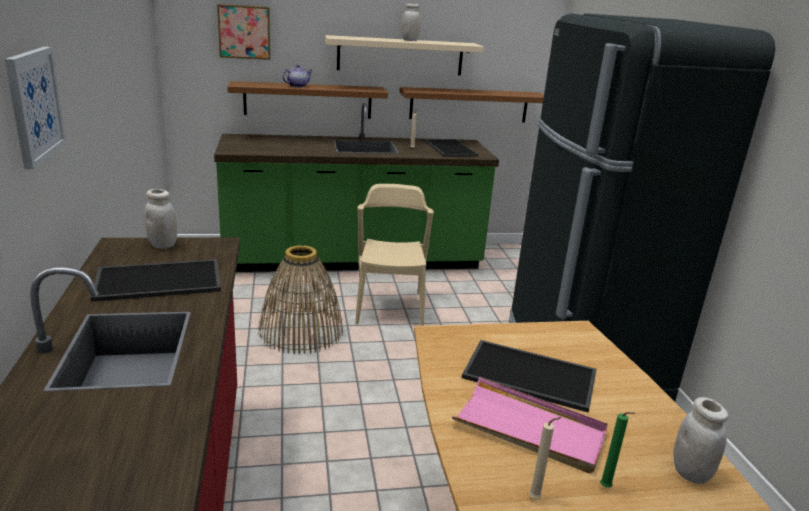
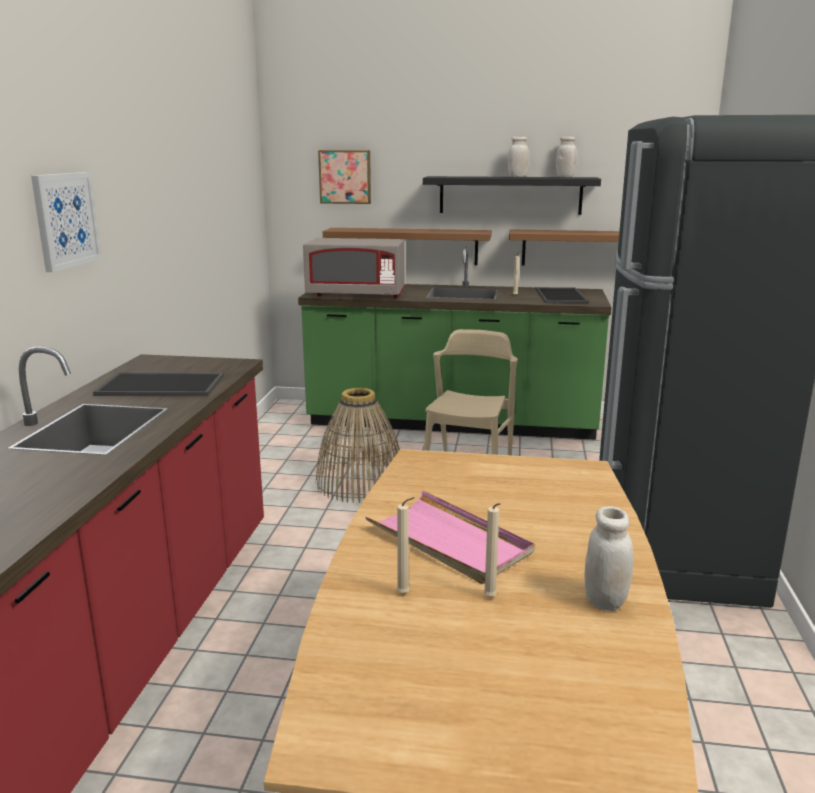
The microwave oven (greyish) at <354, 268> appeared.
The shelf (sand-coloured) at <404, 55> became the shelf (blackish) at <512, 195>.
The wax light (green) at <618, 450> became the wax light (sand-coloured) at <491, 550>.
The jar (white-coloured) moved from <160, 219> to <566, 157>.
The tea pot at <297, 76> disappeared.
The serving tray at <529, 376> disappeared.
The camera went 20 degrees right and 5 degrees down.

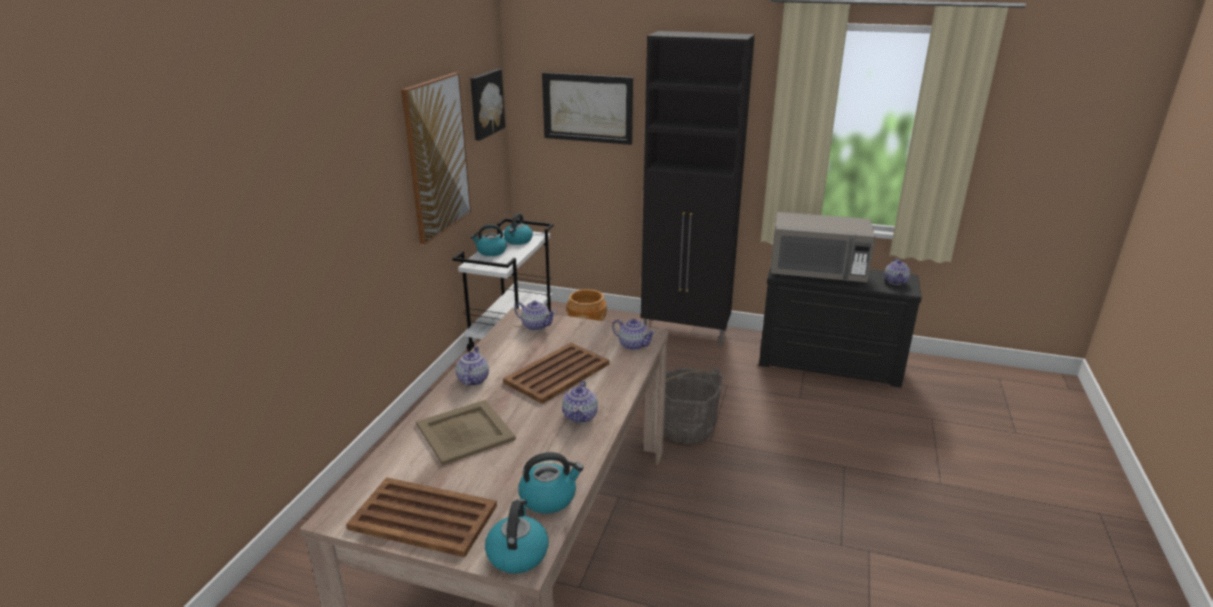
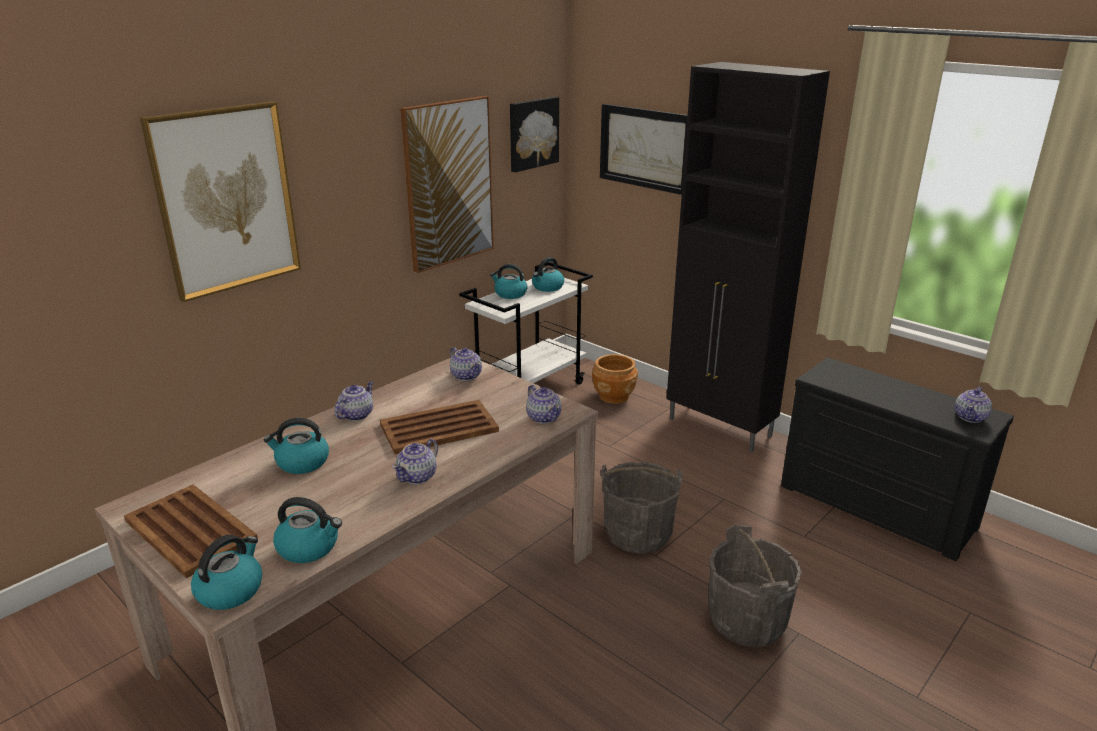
The picture at <220, 201> appeared.
The serving tray (sand-coloured) at <466, 432> was replaced by the tea kettle at <296, 446>.
The water bucket (greyish) at <755, 586> appeared.
The microwave oven (greyish) at <823, 247> disappeared.
The camera went 25 degrees right and 0 degrees up.

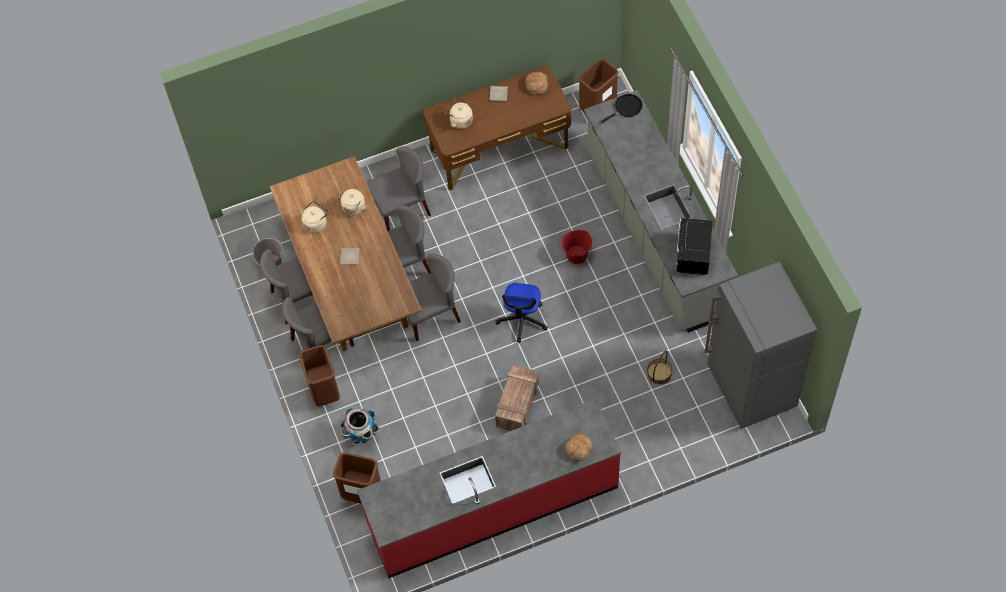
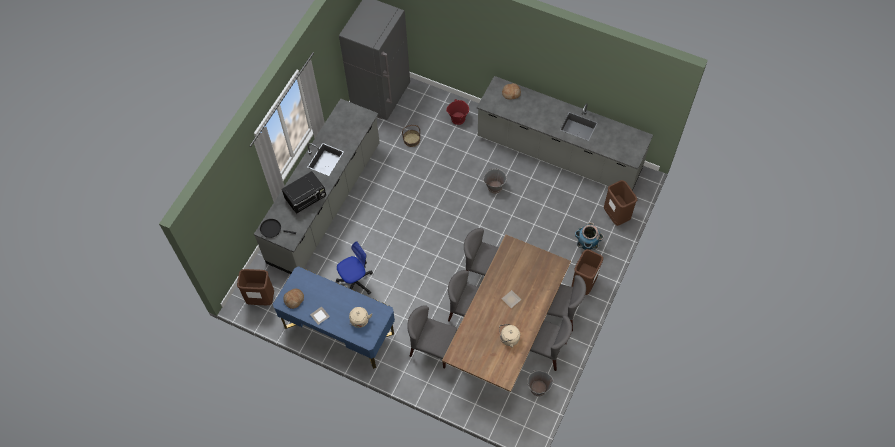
The desk (brown) at <497, 128> became the desk (blue) at <334, 317>.
The microwave oven (blackish) moved from <694, 246> to <304, 192>.
The office chair moved from <521, 312> to <354, 268>.
The water bucket (red-coloured) moved from <577, 247> to <457, 112>.
The kitchen base unit (red-coloured) at <489, 488> became the kitchen base unit (greyish) at <565, 133>.
The shipping crate at <517, 398> was replaced by the water bucket (greyish) at <495, 181>.
The tea kettle (sand-coloured) at <351, 202> disappeared.
The camera went 135 degrees left and 0 degrees up.

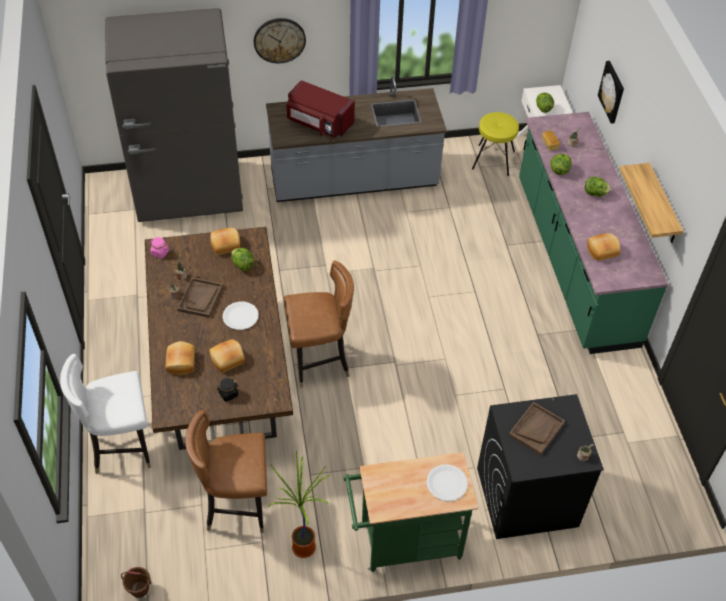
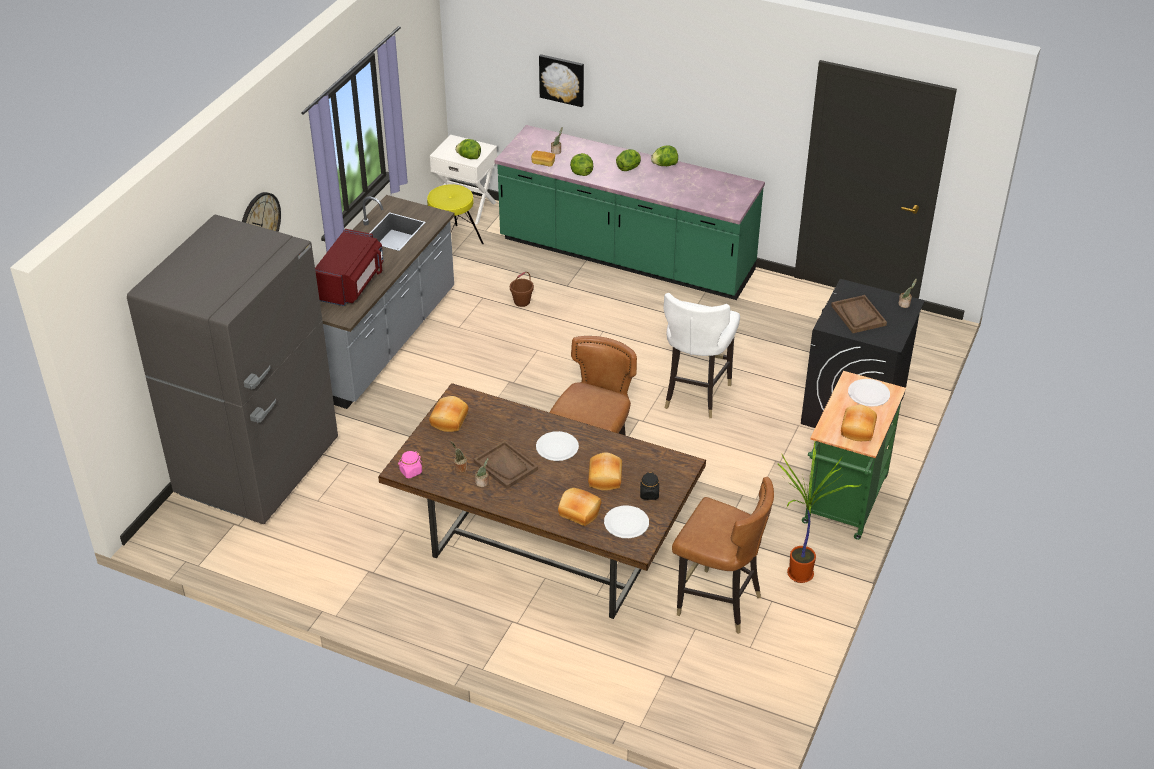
The microwave oven (red-coloured) at <321, 108> turned 45 degrees counterclockwise.
The water bucket (brown) moved from <136, 582> to <522, 289>.
The flat dish (white-coloured) at <626, 521> appeared.
The lettuce moved from <242, 259> to <664, 155>.
The chair (white-coloured) moved from <105, 414> to <702, 355>.
The chair (brown) at <226, 471> turned 90 degrees counterclockwise.
The bakery bread moved from <603, 247> to <859, 423>.
The shelf at <651, 203> disappeared.
The camera went 55 degrees left and 10 degrees down.

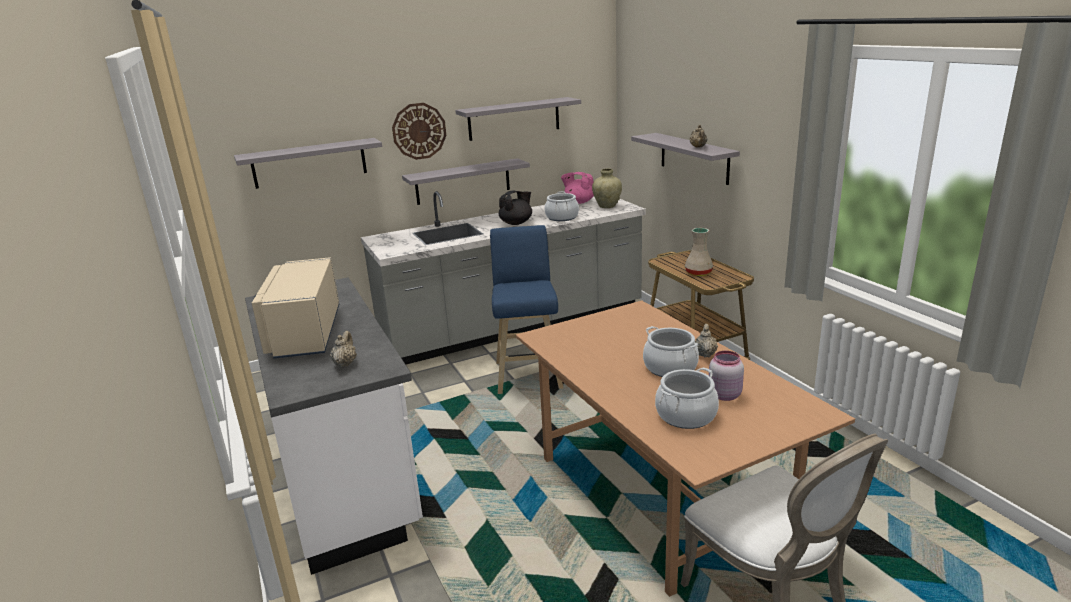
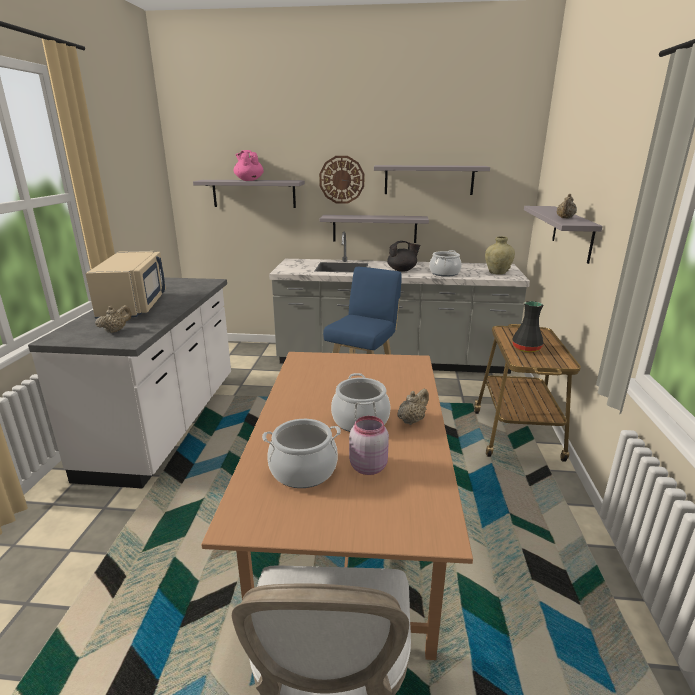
The microwave oven (sand-coloured) at <295, 308> turned 150 degrees clockwise.
The tea pot (pink) moved from <577, 188> to <249, 165>.
The flower vase (sand-coloured) at <699, 252> became the flower vase (blackish) at <528, 327>.
The camera went 30 degrees right and 0 degrees up.

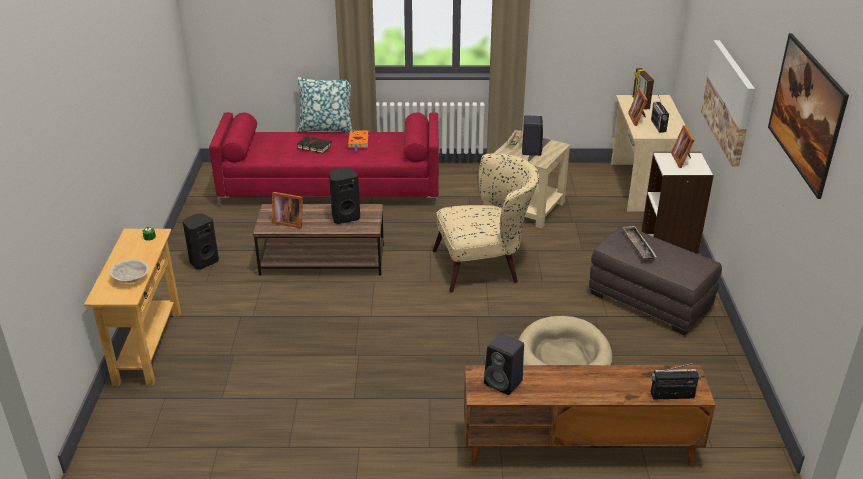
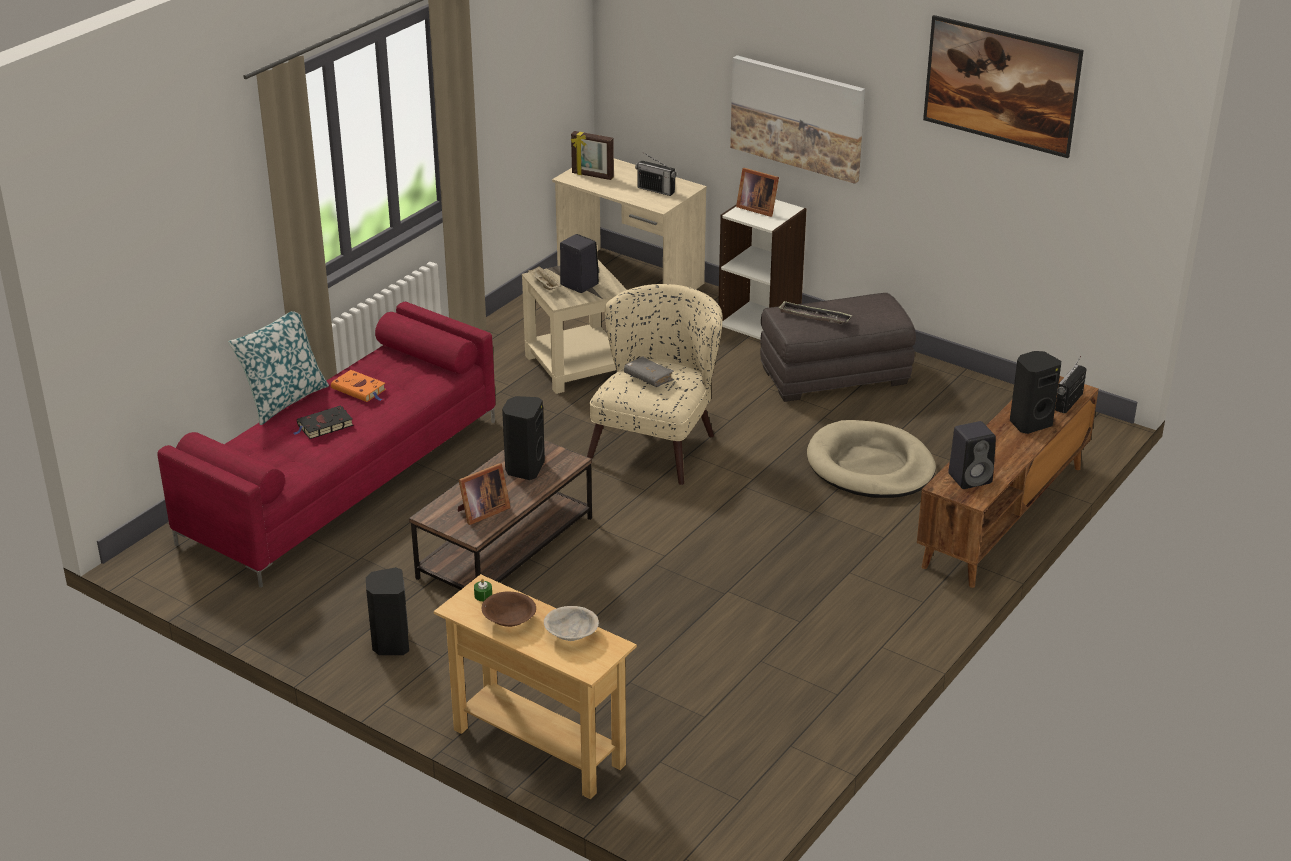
The serving bowl (brown) at <509, 609> appeared.
The bound book (greyish) at <649, 371> appeared.
The speaker (blackish) at <1035, 392> appeared.
The picture frame at <638, 107> disappeared.
The camera went 55 degrees left and 0 degrees up.

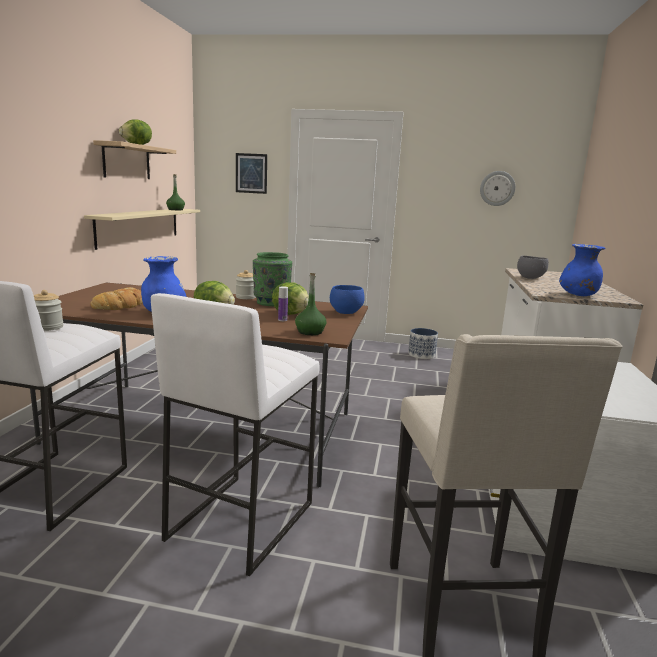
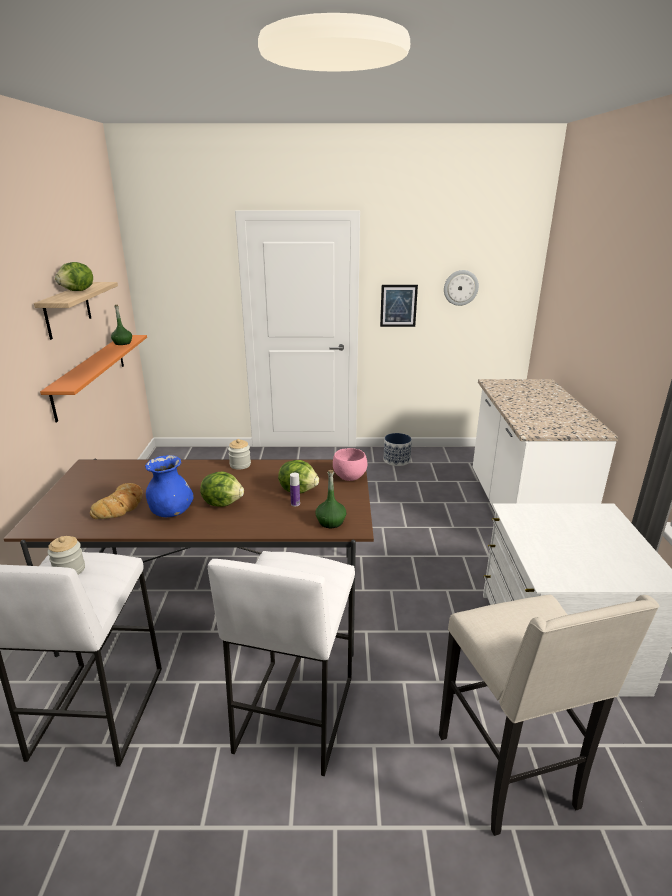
The shelf (sand-coloured) at <142, 229> became the shelf (orangey) at <93, 378>.
The serving bowl (blue) at <347, 299> became the serving bowl (pink) at <350, 464>.
The picture moved from <251, 173> to <399, 306>.
The flower vase (green) at <272, 279> disappeared.
The serving bowl (greyish) at <532, 267> disappeared.
The flower vase (blue) at <582, 270> disappeared.
The camera went 10 degrees left and 10 degrees up.

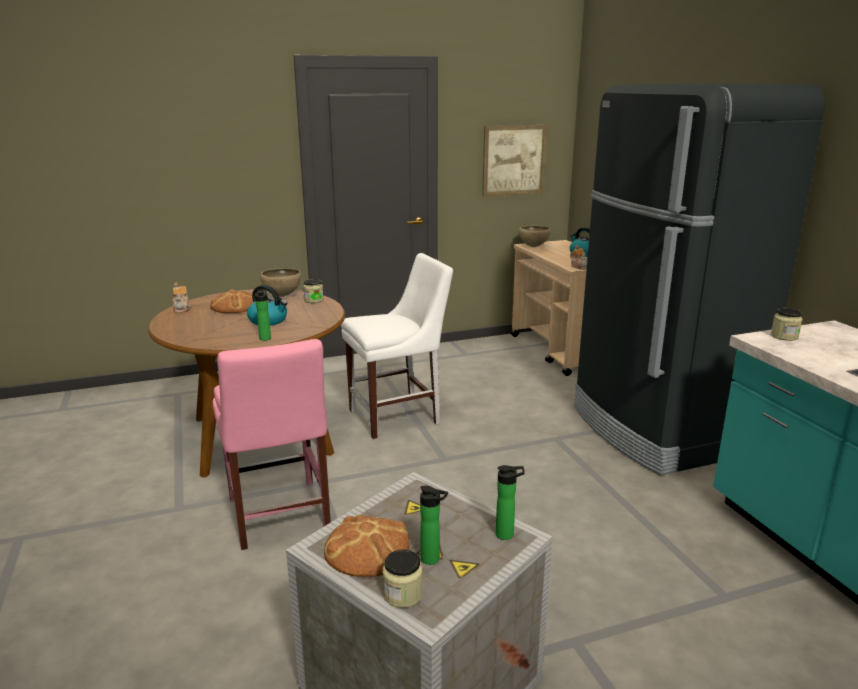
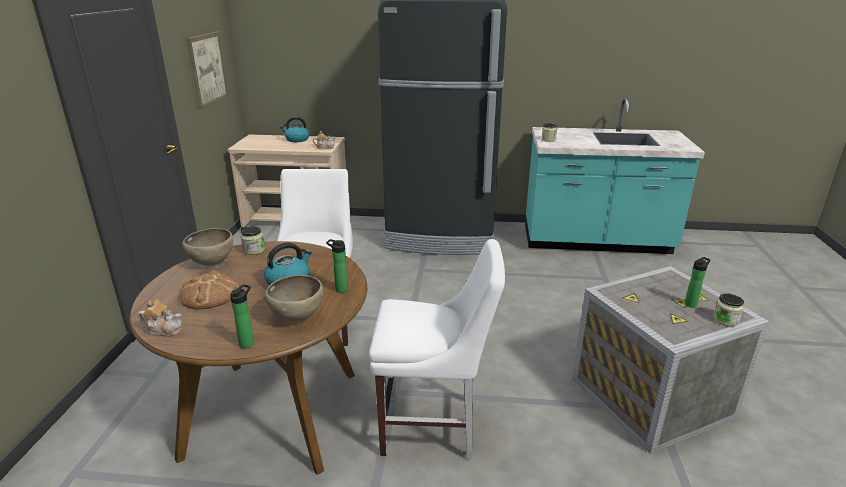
The beverage bottle moved from <510, 502> to <242, 316>.
The serving bowl (brown) moved from <535, 236> to <294, 298>.
The chair (pink) at <272, 444> became the chair (white-coloured) at <437, 349>.
The bakery bread at <366, 546> disappeared.
The camera went 65 degrees left and 5 degrees up.

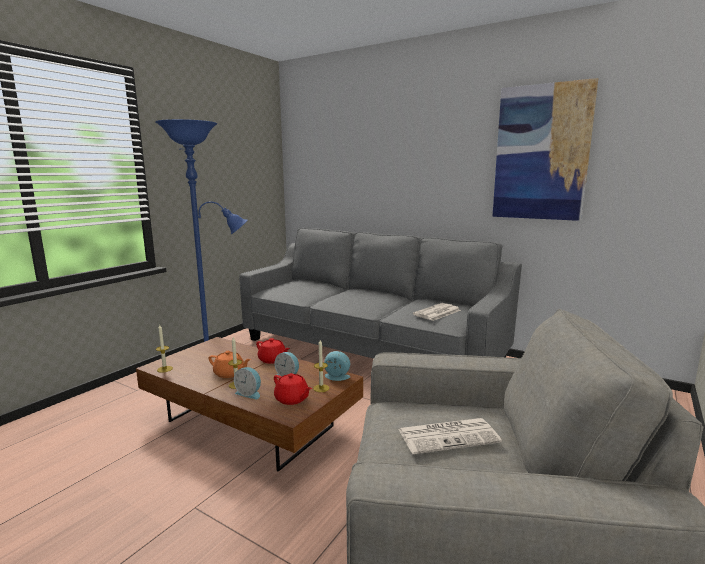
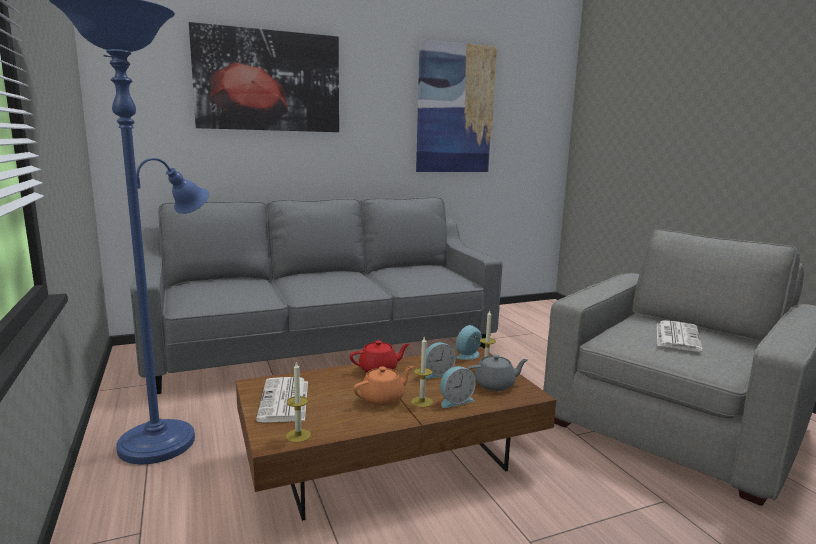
The picture at <264, 77> appeared.
The printed paper moved from <437, 312> to <282, 400>.
The tea pot (red-coloured) at <293, 389> became the tea pot (greyish) at <497, 372>.
The camera went 55 degrees left and 0 degrees up.

